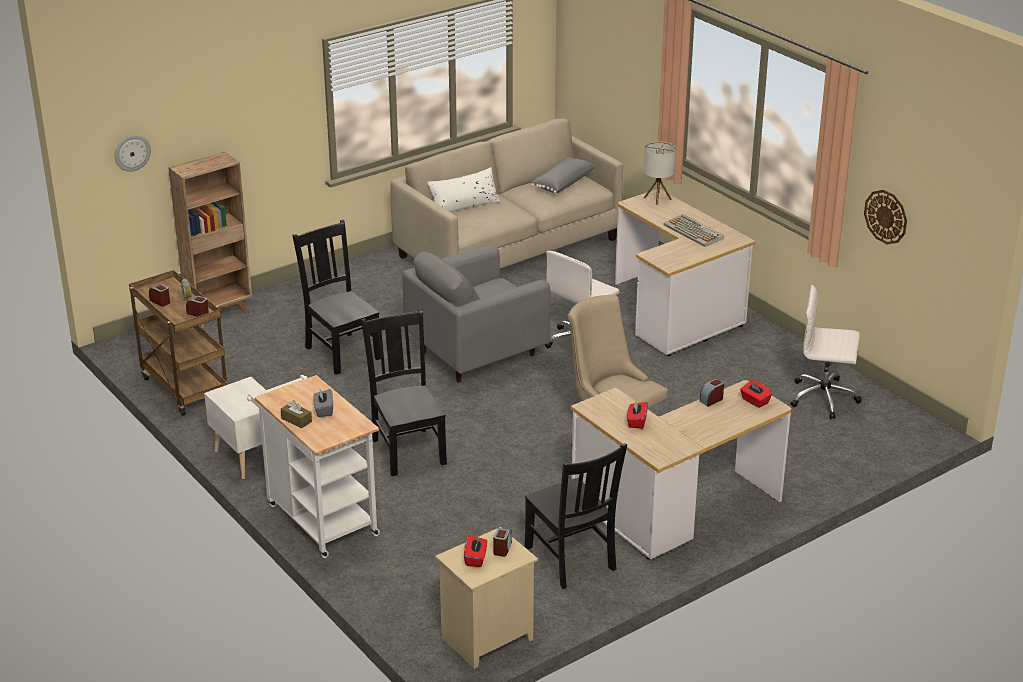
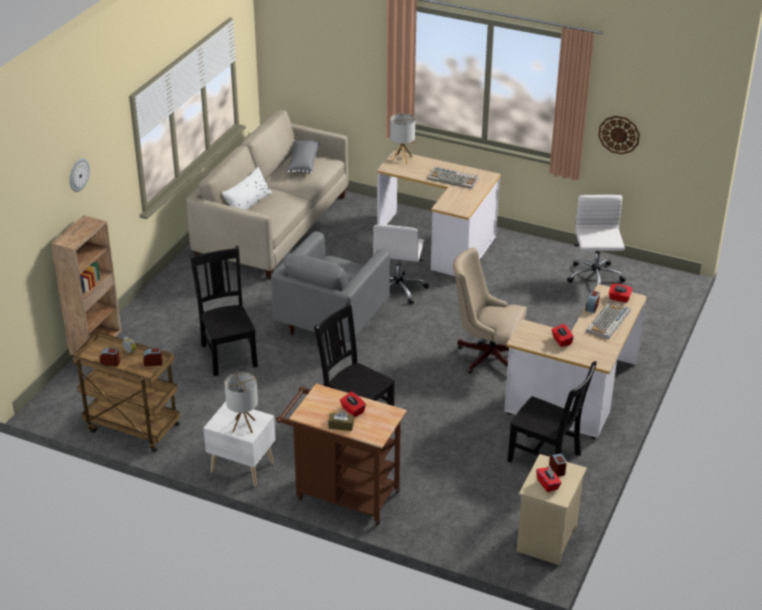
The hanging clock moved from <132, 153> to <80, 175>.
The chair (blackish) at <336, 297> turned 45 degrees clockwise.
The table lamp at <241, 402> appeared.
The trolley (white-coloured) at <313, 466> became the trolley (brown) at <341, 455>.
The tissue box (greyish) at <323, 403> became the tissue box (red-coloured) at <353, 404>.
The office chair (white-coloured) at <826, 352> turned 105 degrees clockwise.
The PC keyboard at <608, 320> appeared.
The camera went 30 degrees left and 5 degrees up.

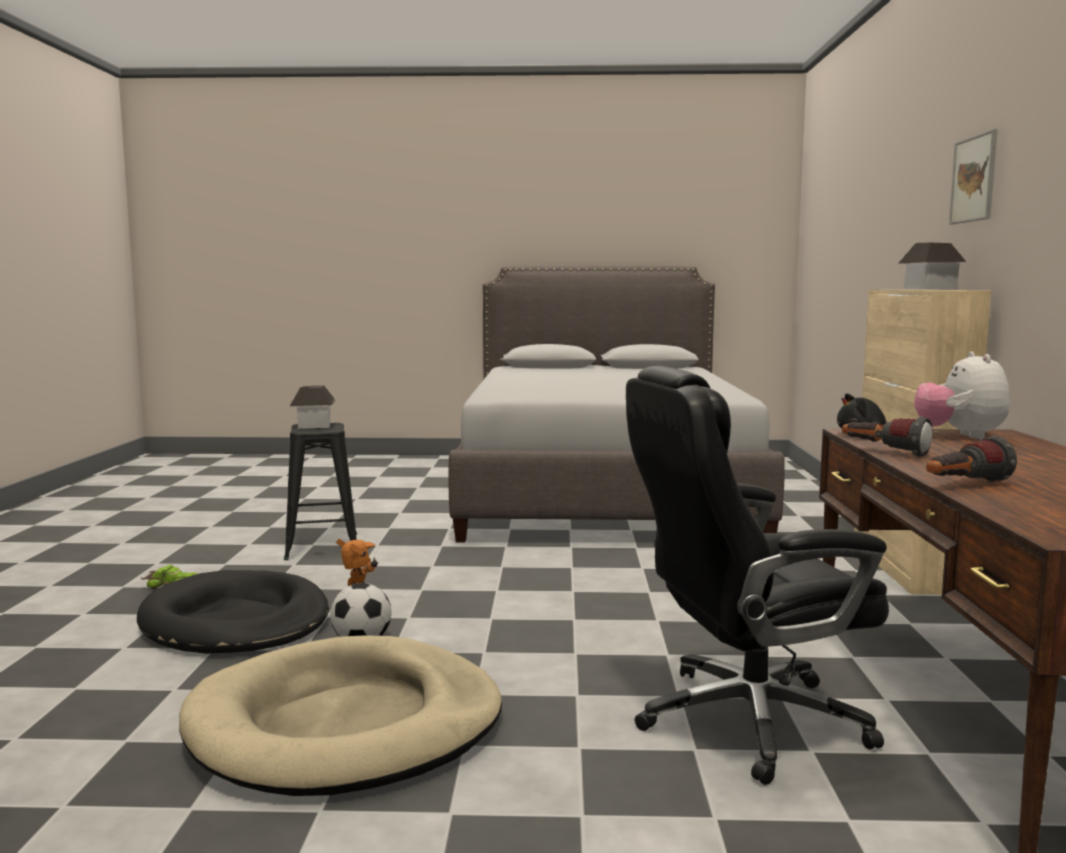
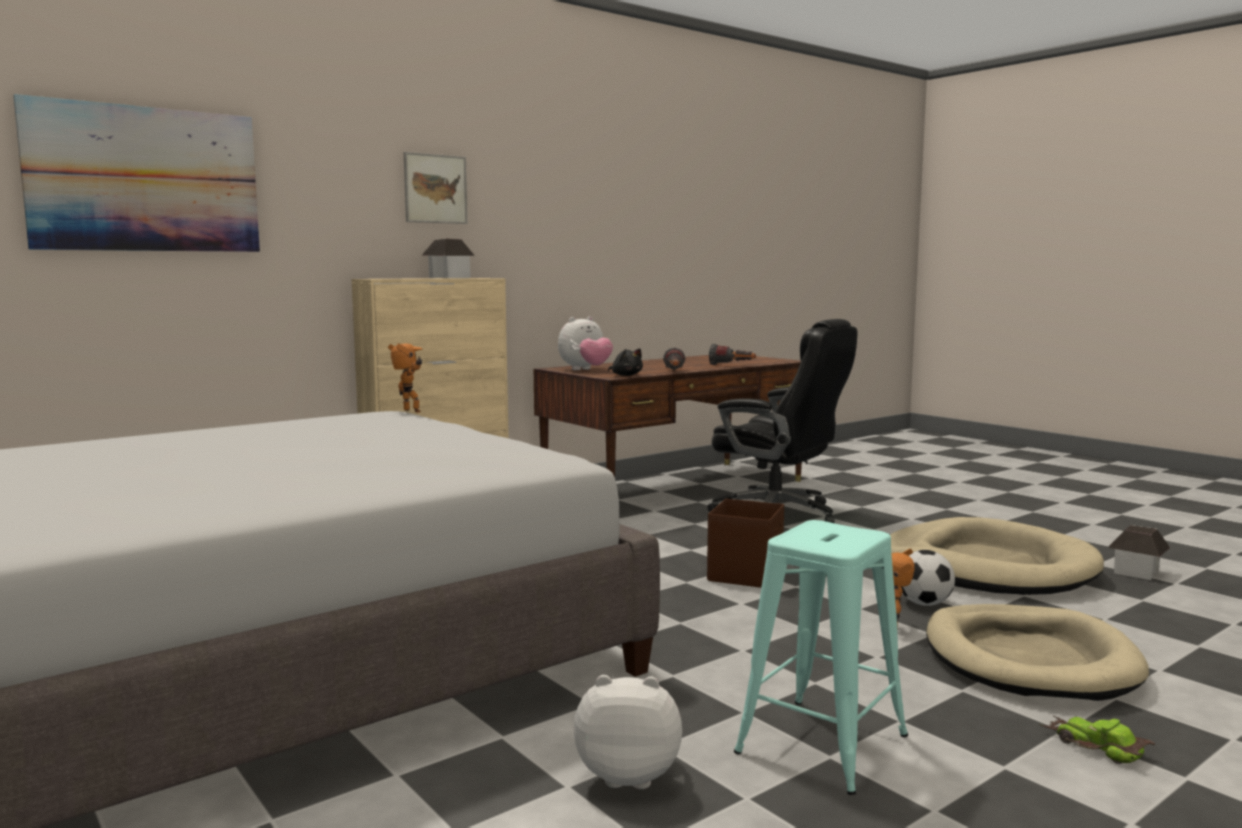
The picture at <136, 173> appeared.
The model robot at <405, 378> appeared.
The cuddly toy at <628, 732> appeared.
The storage container (brown) at <745, 543> appeared.
The stool seat (blackish) at <320, 491> became the stool seat (blue-green) at <821, 657>.
The pet bed (blackish) at <233, 612> became the pet bed (sand-coloured) at <1037, 652>.
The miniature house moved from <313, 407> to <1139, 552>.
The camera went 130 degrees left and 0 degrees up.

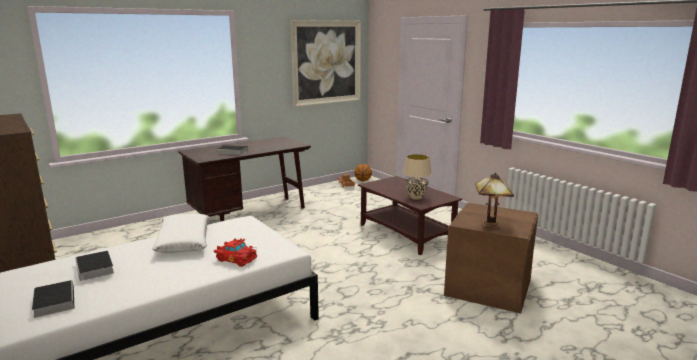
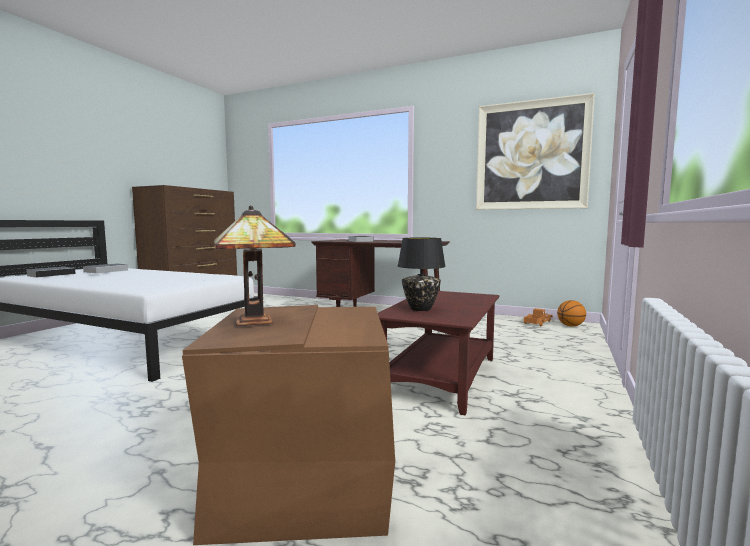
The table lamp (sand-coloured) at <417, 177> became the table lamp (blackish) at <422, 274>.
The pillow (white-coloured) at <181, 233> disappeared.
The toy car (red-coloured) at <235, 252> disappeared.
The camera went 60 degrees right and 10 degrees down.

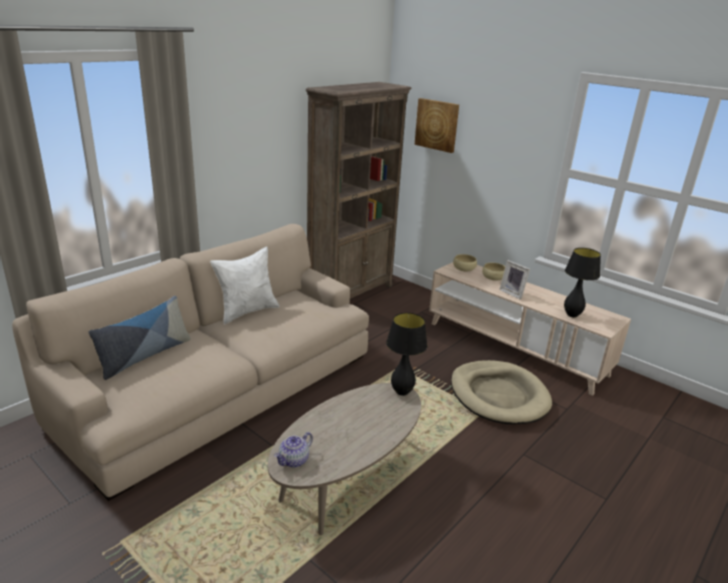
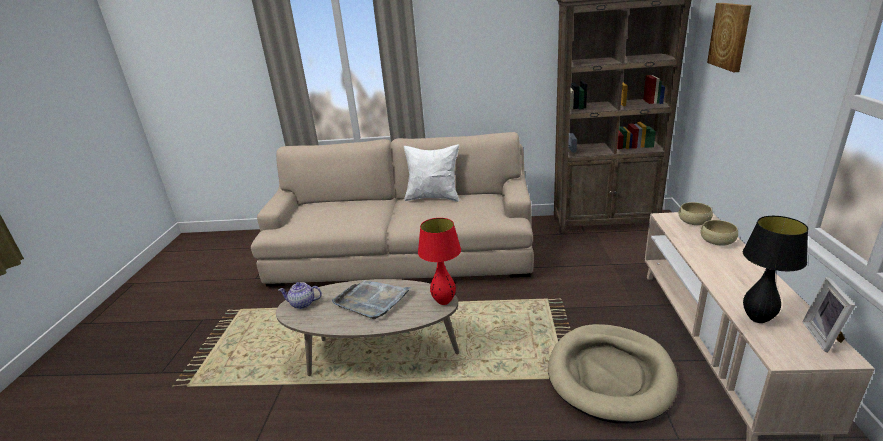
The serving tray (greyish) at <372, 299> appeared.
The table lamp (blackish) at <406, 354> became the table lamp (red-coloured) at <439, 261>.
The picture frame moved from <514, 280> to <828, 314>.
The pillow at <139, 338> disappeared.
The camera went 55 degrees right and 0 degrees up.

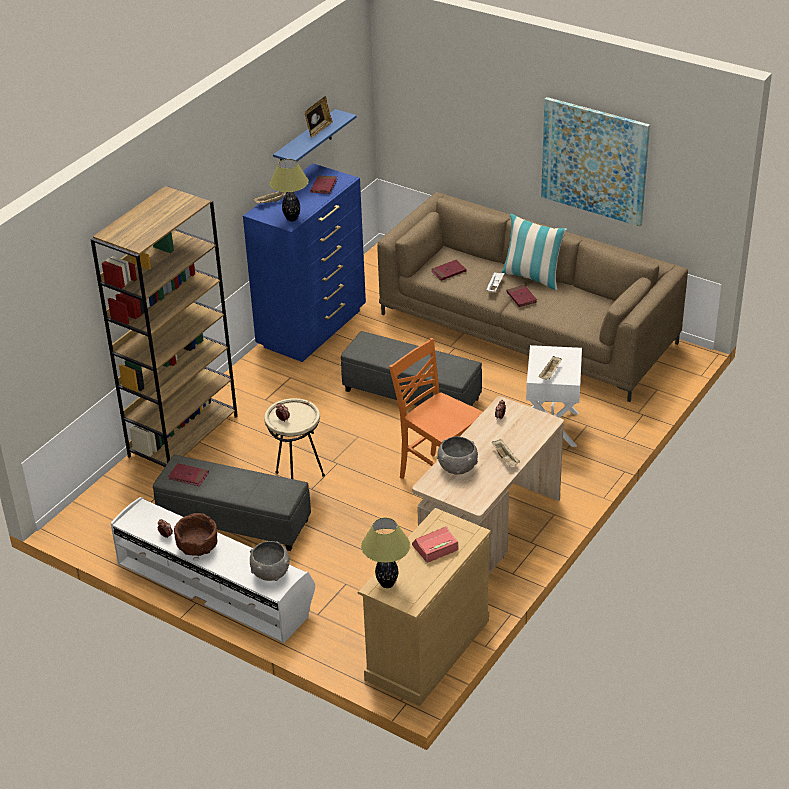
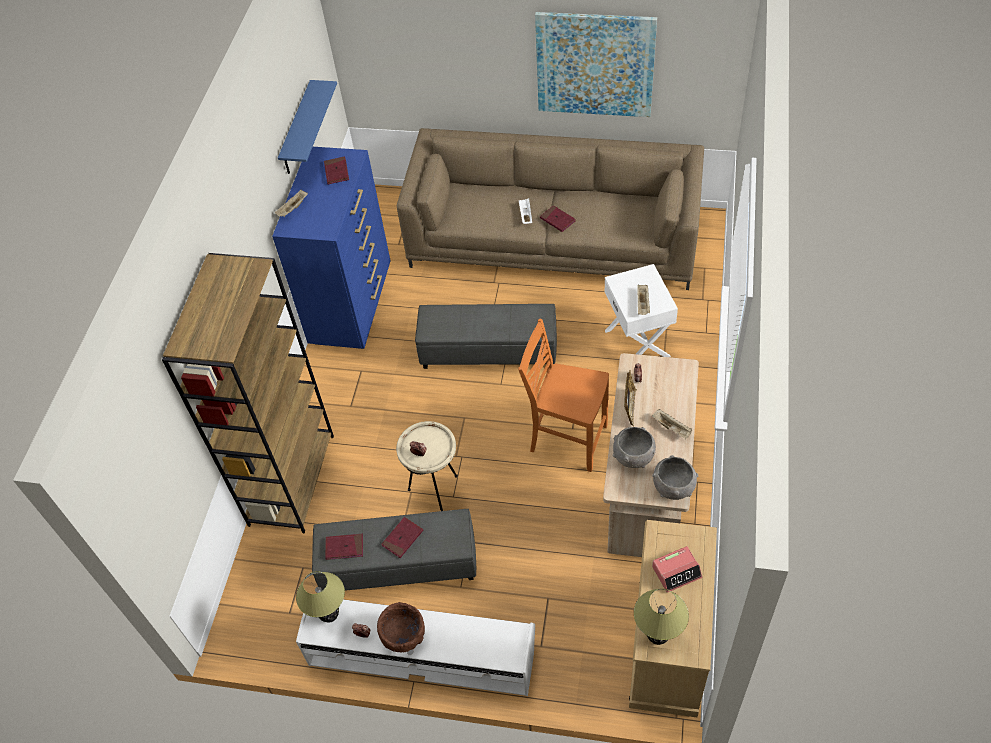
The table lamp moved from <289, 190> to <320, 596>.
The bound book (red-coloured) moved from <449, 270> to <402, 537>.
The picture frame moved from <319, 117> to <630, 398>.
The serving bowl (greyish) moved from <270, 561> to <675, 477>.
The table clock at <435, 544> turned 150 degrees counterclockwise.
The pillow at <534, 252> disappeared.
The camera went 20 degrees left and 15 degrees up.

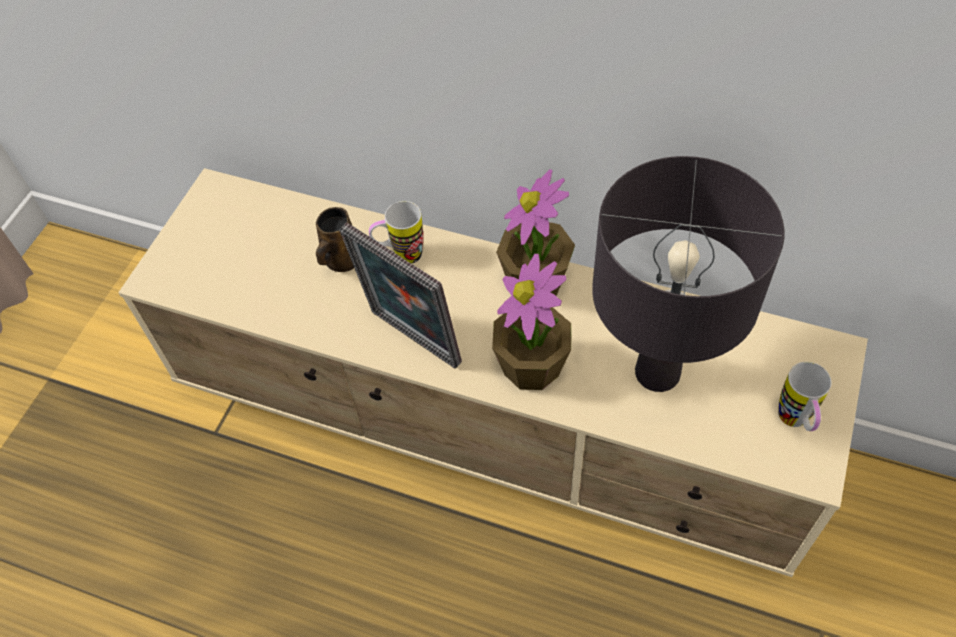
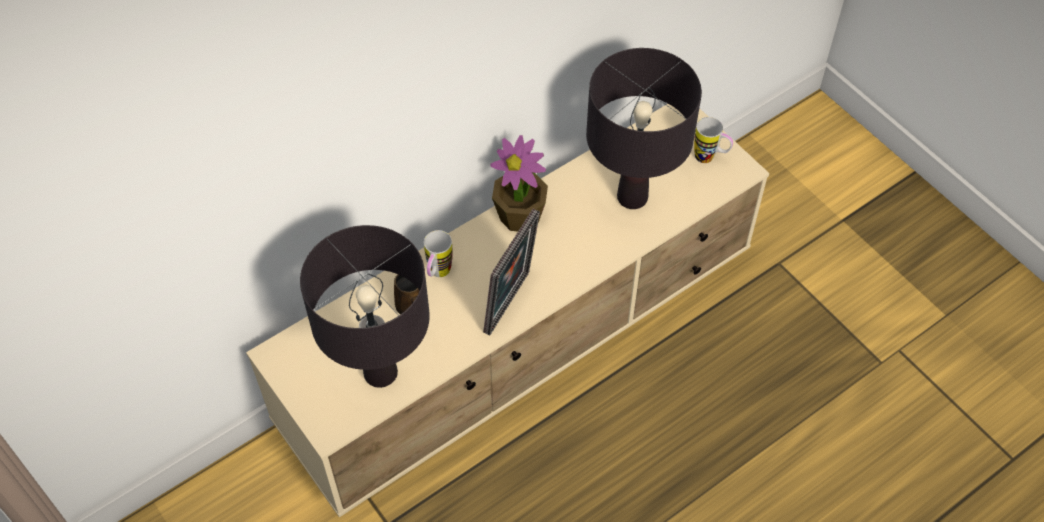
The table lamp (blackish) at <365, 306> appeared.
The picture frame at <400, 295> turned 45 degrees counterclockwise.
The potted plant at <531, 322> disappeared.
The camera went 60 degrees left and 0 degrees up.

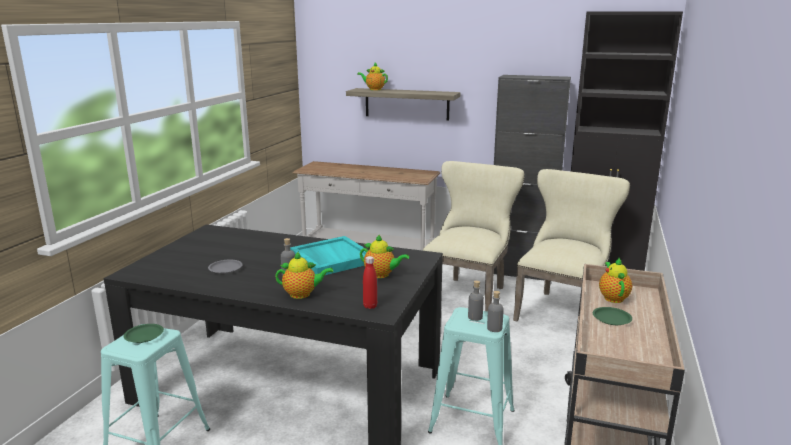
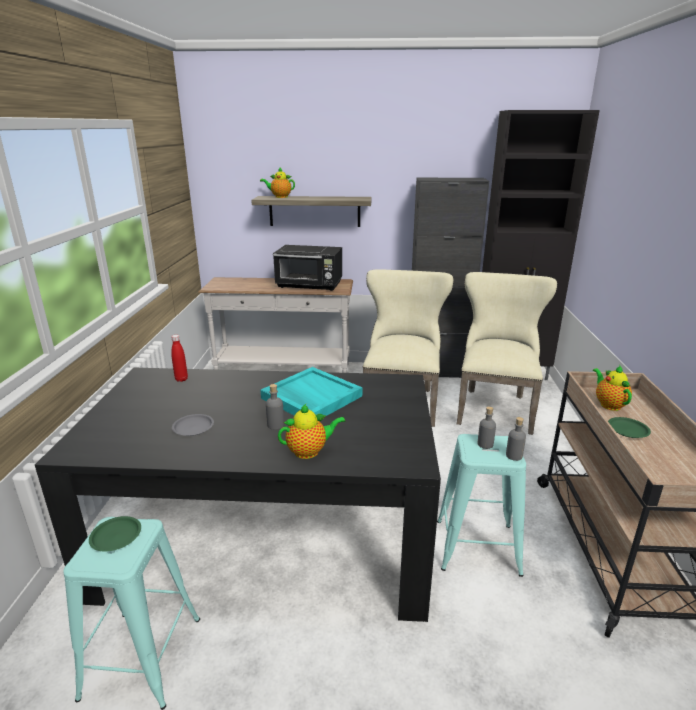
The beverage bottle (red-coloured) moved from <370, 282> to <179, 358>.
The microwave oven (blackish) at <307, 268> appeared.
The tea pot at <384, 256> disappeared.
The camera went 15 degrees left and 5 degrees up.

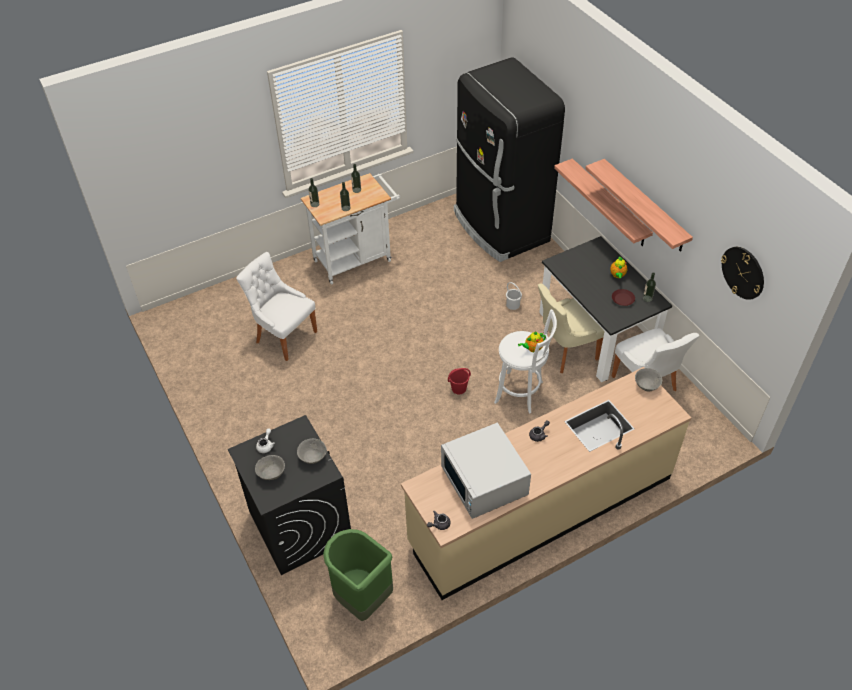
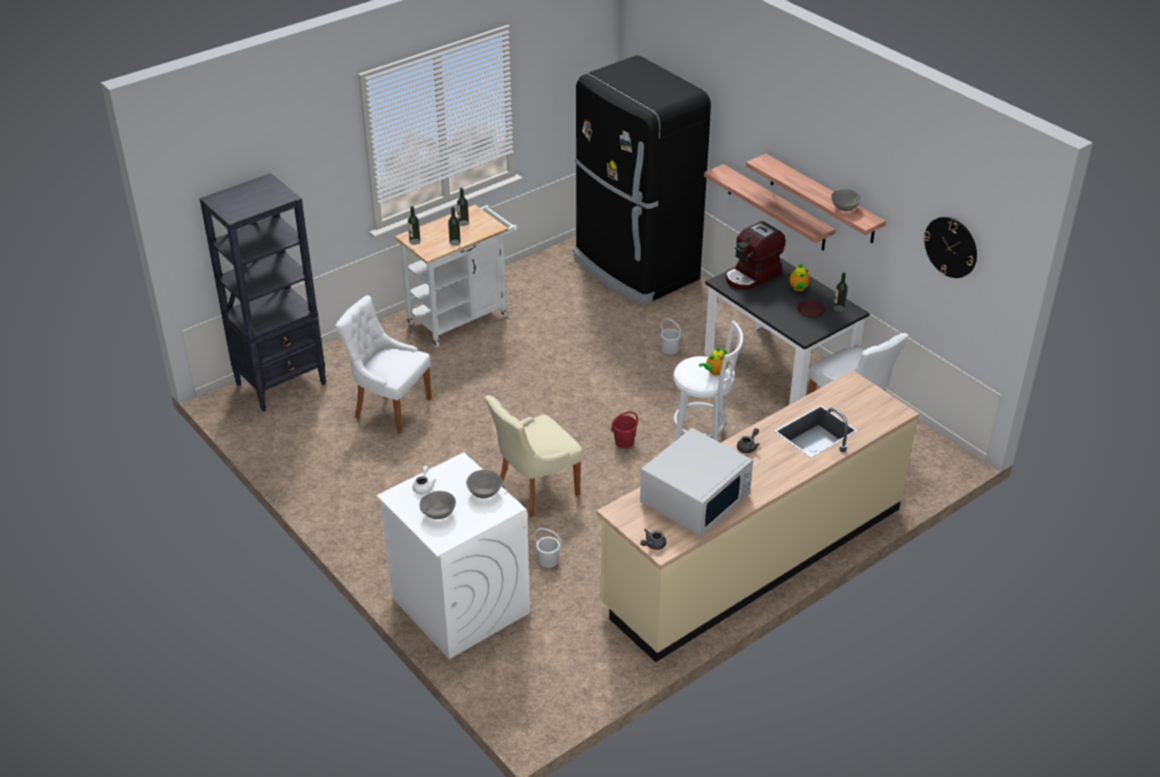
The bookcase (blackish) at <262, 292> appeared.
The laundry machine (blackish) at <289, 495> became the laundry machine (white-coloured) at <453, 555>.
The chair (sand-coloured) moved from <571, 328> to <534, 456>.
The water bucket (white-coloured) at <548, 548> appeared.
The microwave oven (white-coloured) at <486, 470> turned 105 degrees counterclockwise.
The coffee maker at <756, 255> appeared.
The serving bowl (greyish) moved from <648, 380> to <846, 200>.
The trash can (green) at <358, 575> disappeared.
The camera went 10 degrees left and 10 degrees down.

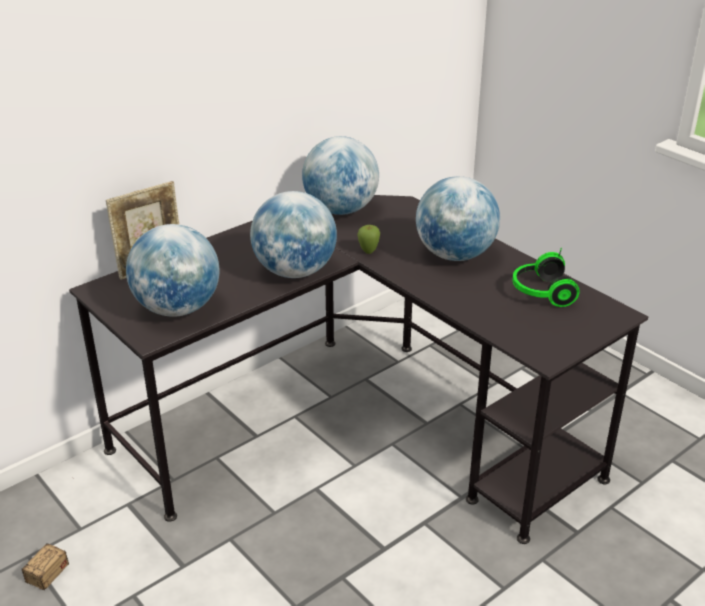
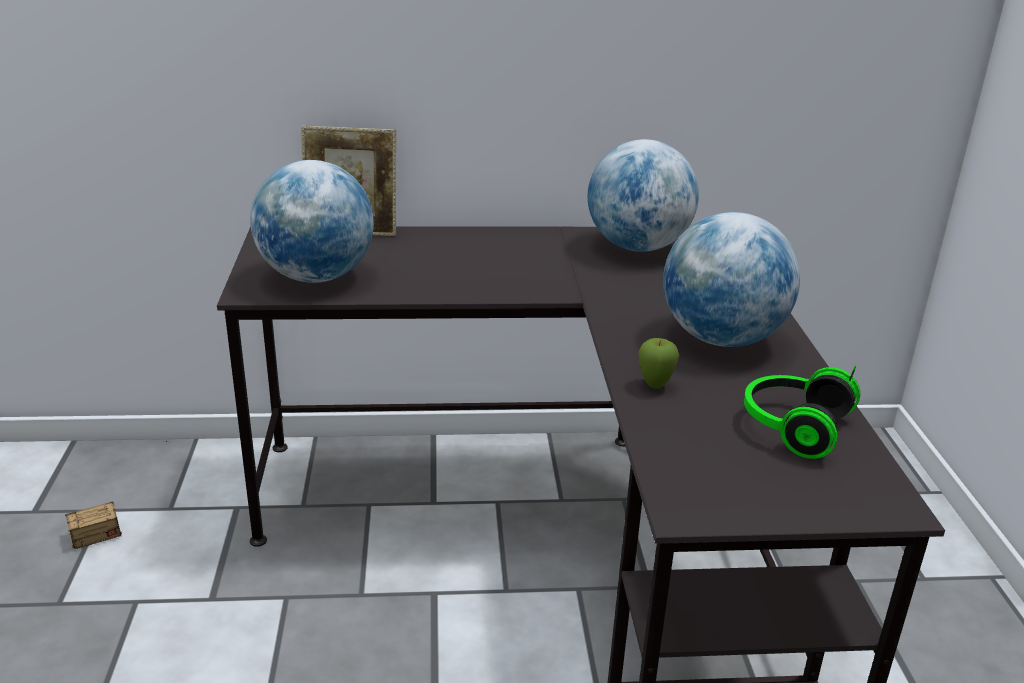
The apple fruit moved from <368, 239> to <658, 363>.
The world globe at <293, 234> disappeared.
The camera went 35 degrees right and 5 degrees down.

